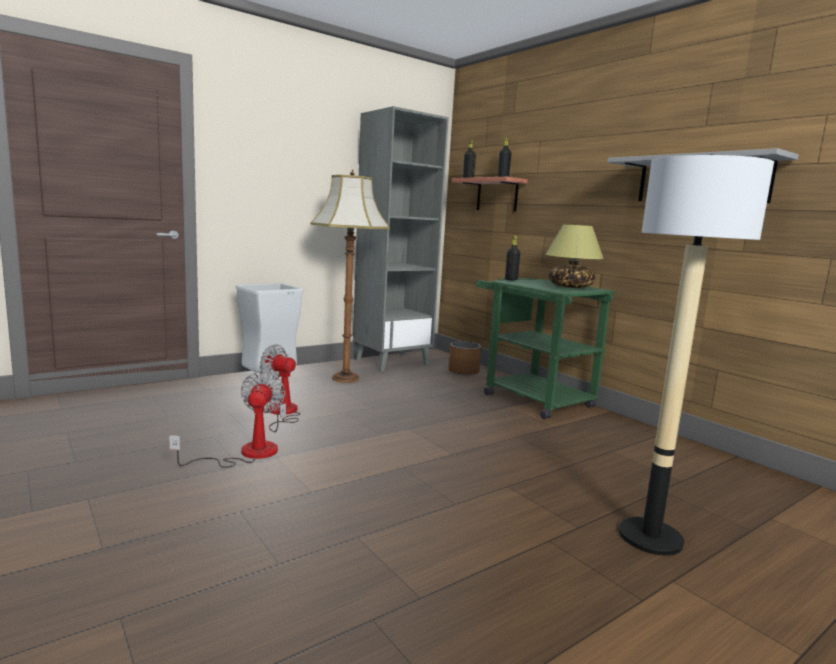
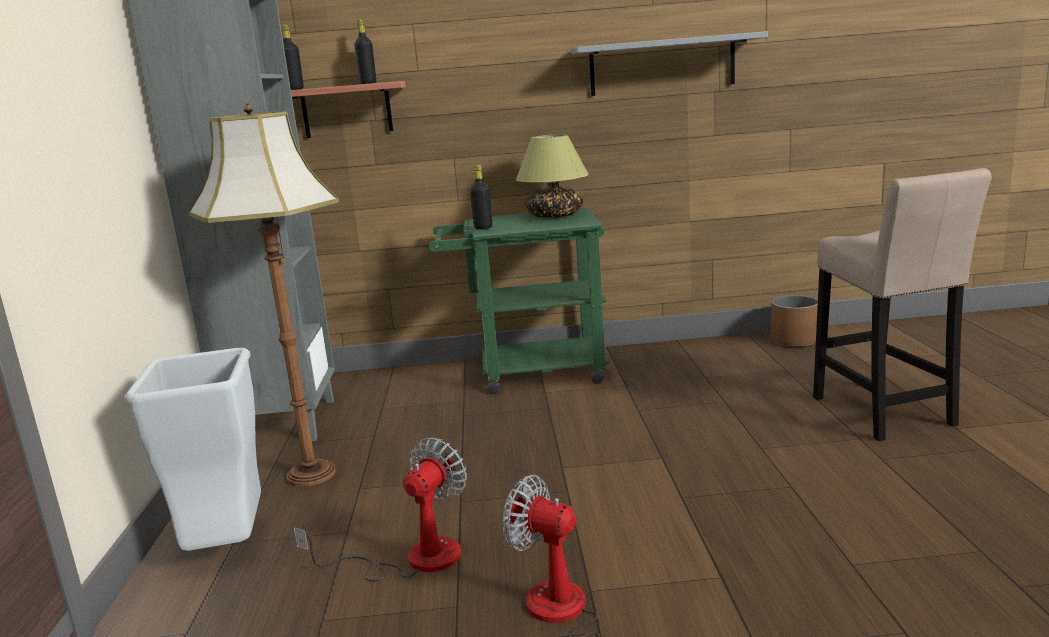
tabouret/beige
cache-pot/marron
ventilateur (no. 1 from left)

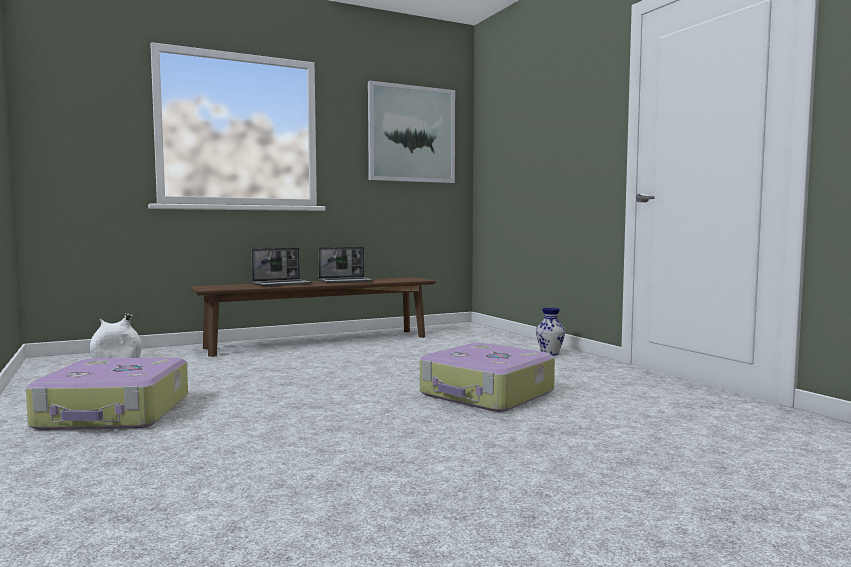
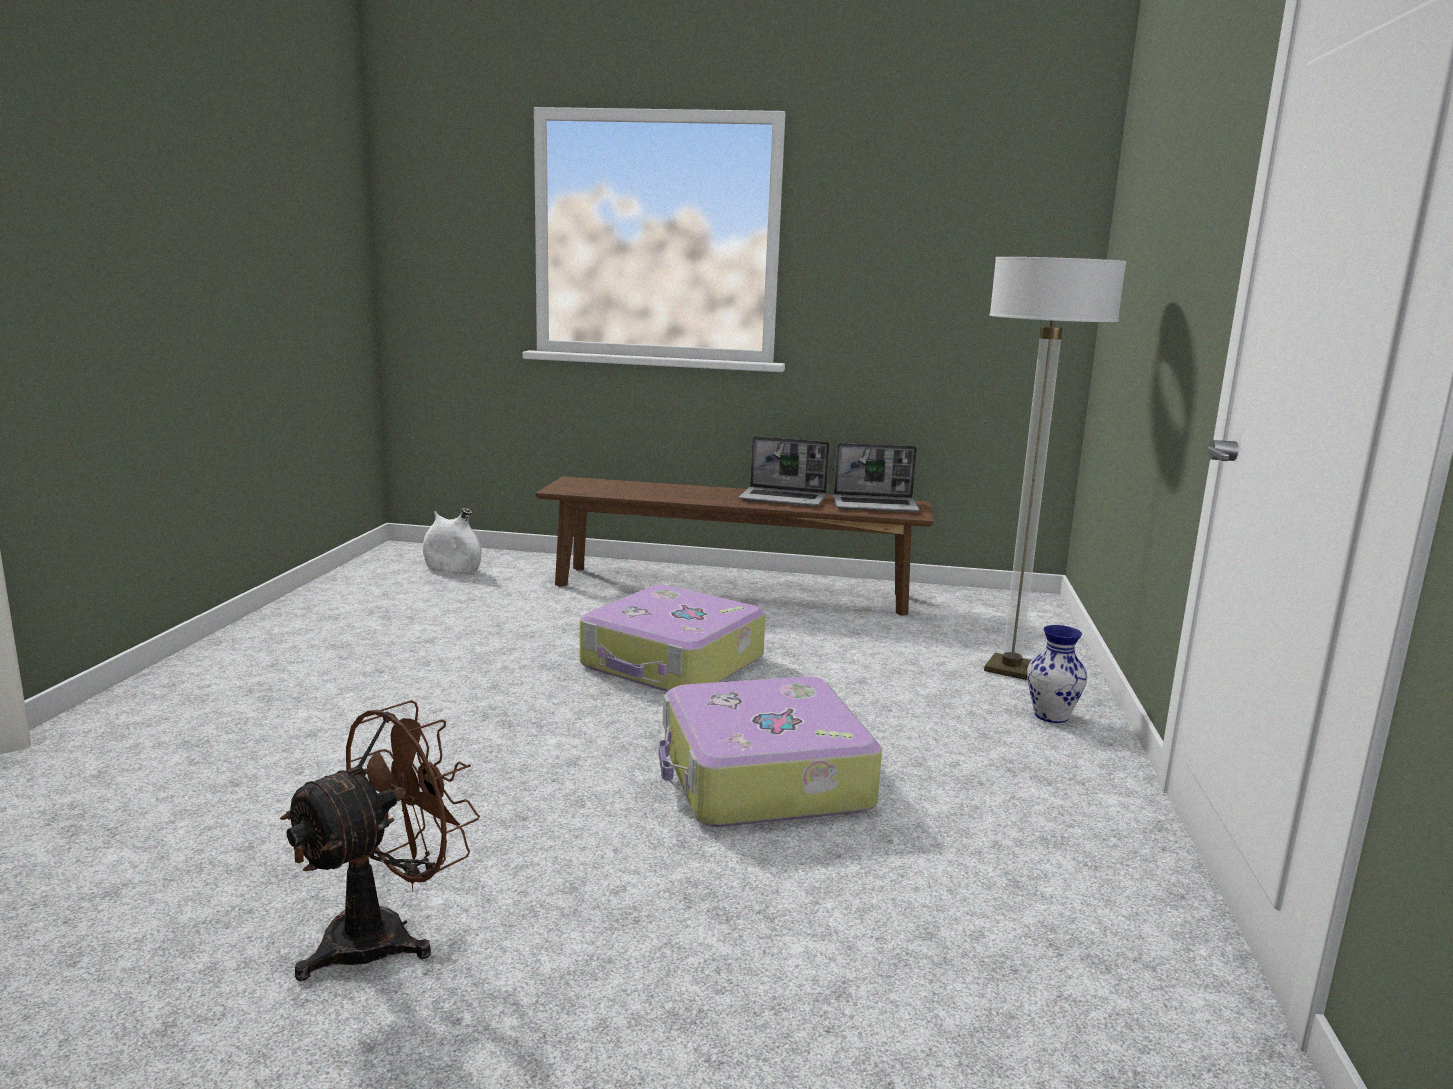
tableau
ordinateur portable (no. 2 from left)
valise (no. 1 from left)
lampadaire
ventilateur/marron

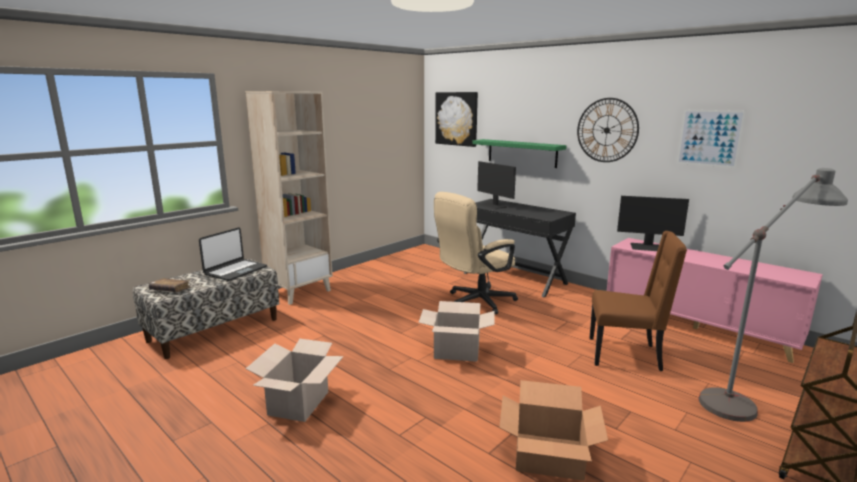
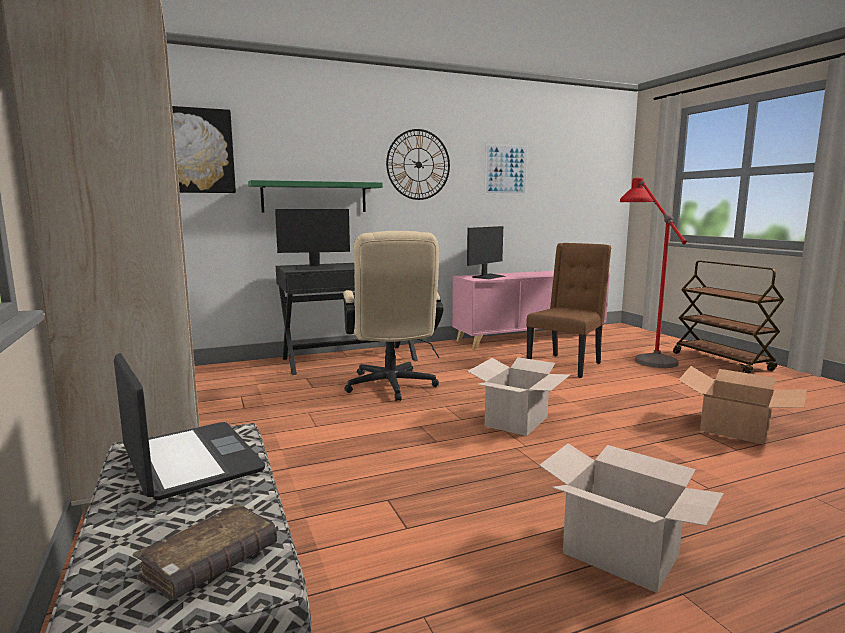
lampadaire/rouge

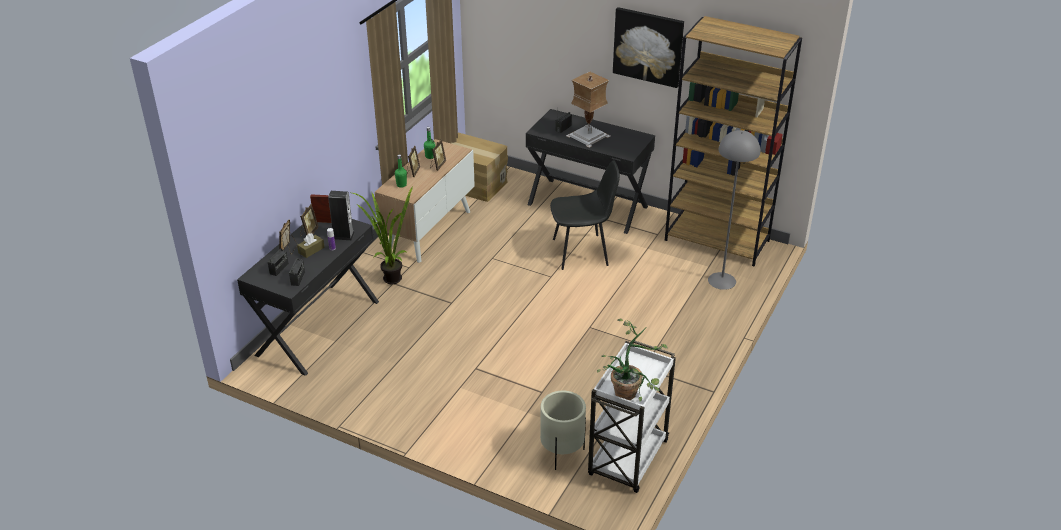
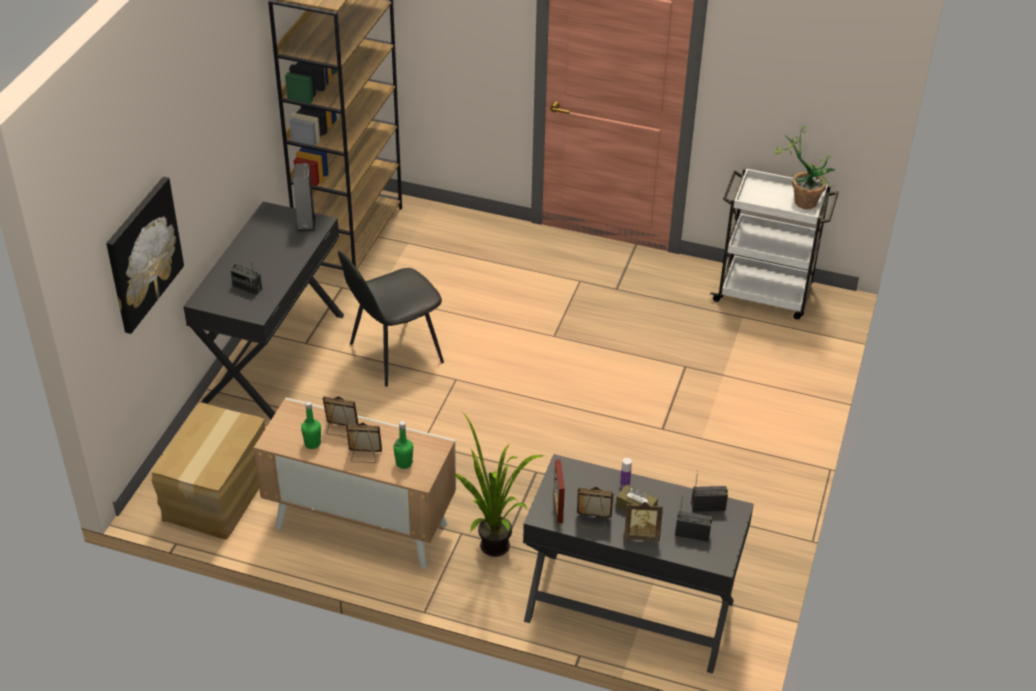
tableau
lampe de table
lampadaire/gris
chaise/noir
enceinte
cache-pot/beige

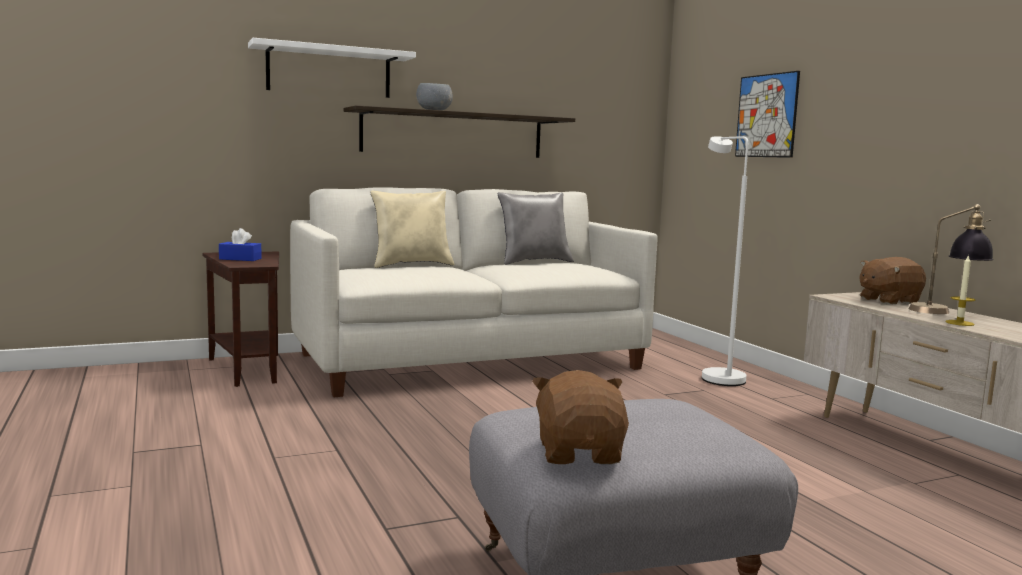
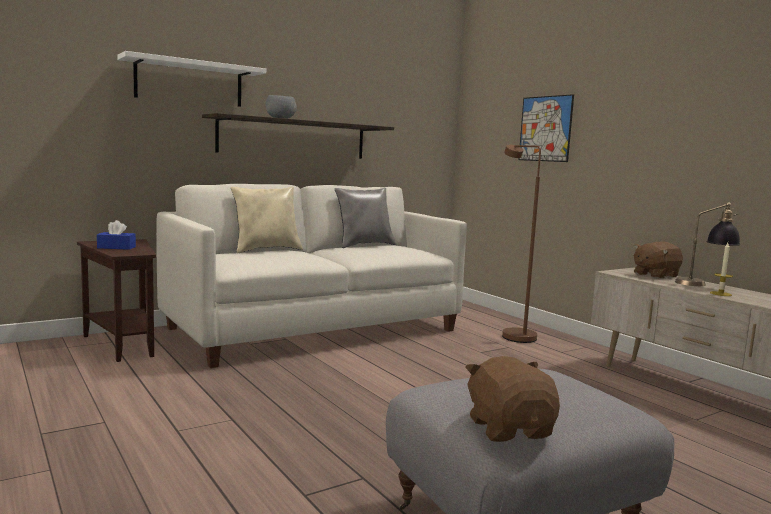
lampadaire/marron

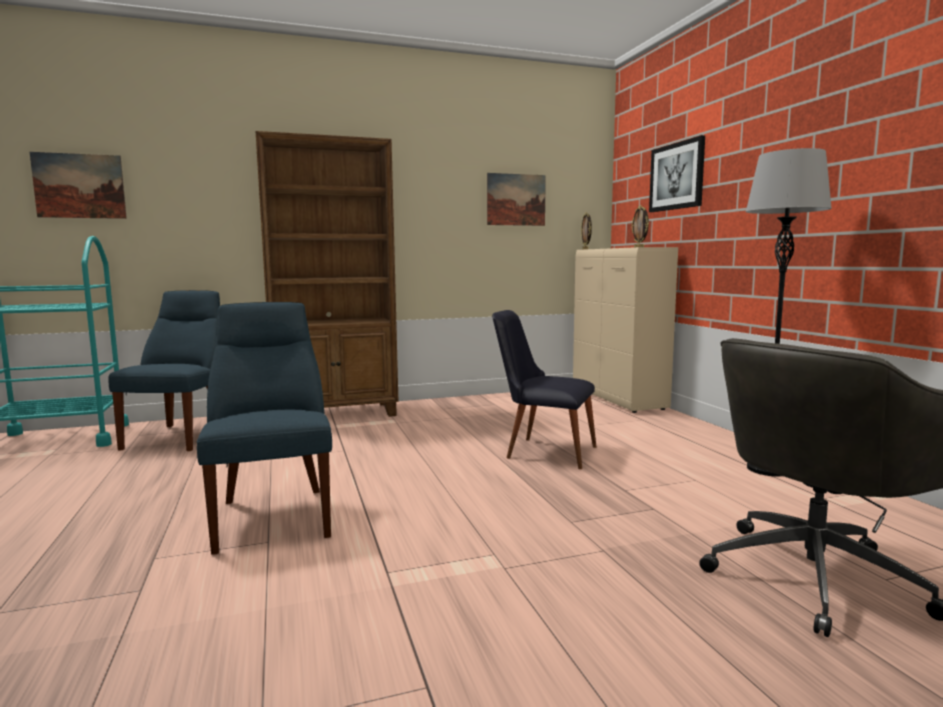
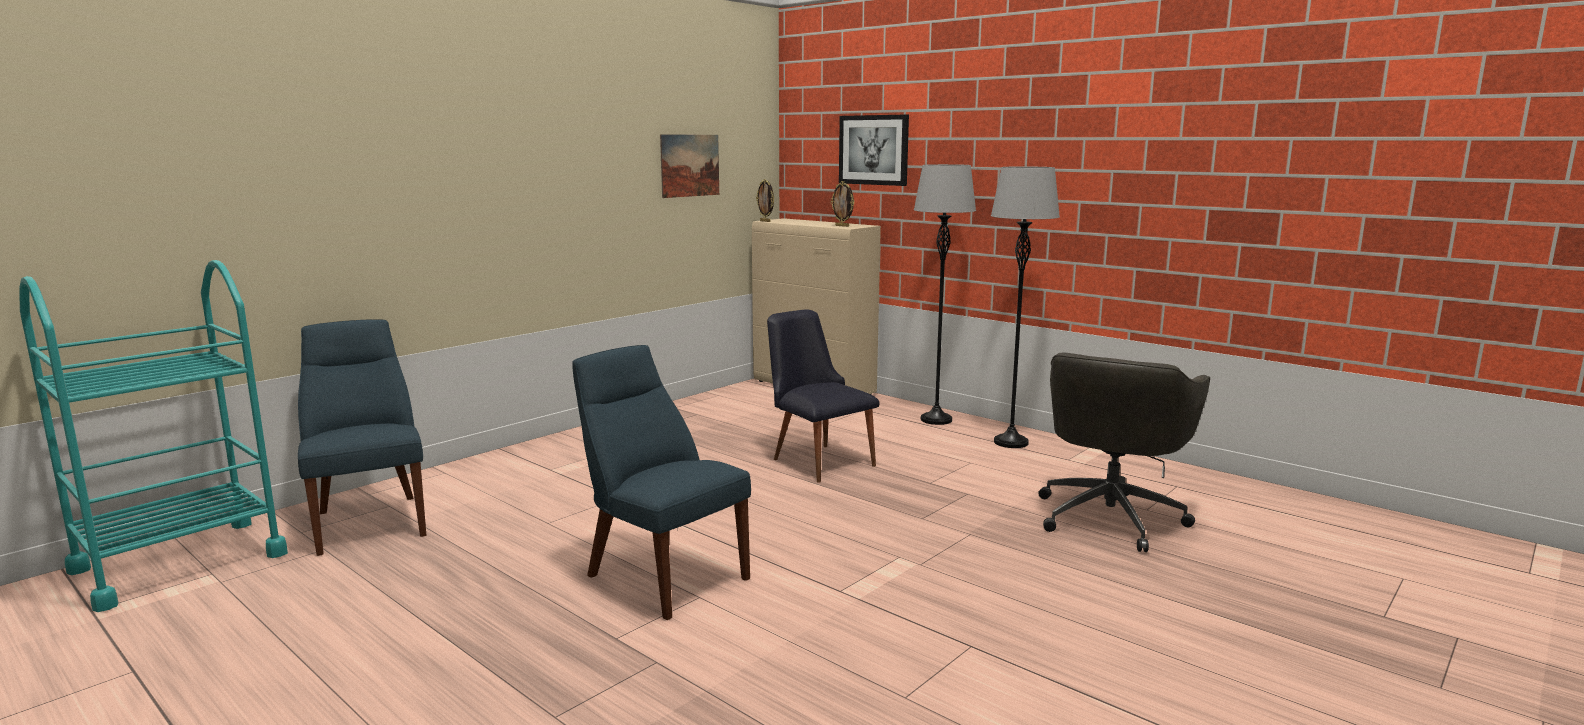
bibliothèque/marron
tableau (no. 1 from left in the first image)
chaise/noir
lampadaire/gris (no. 1 from left)

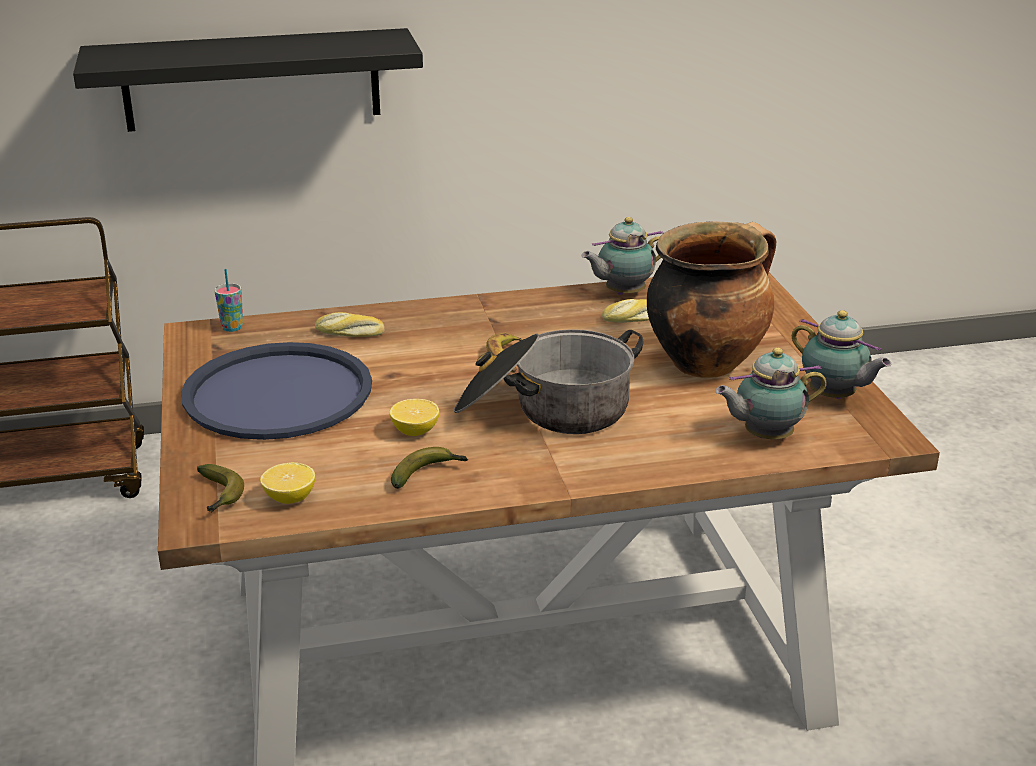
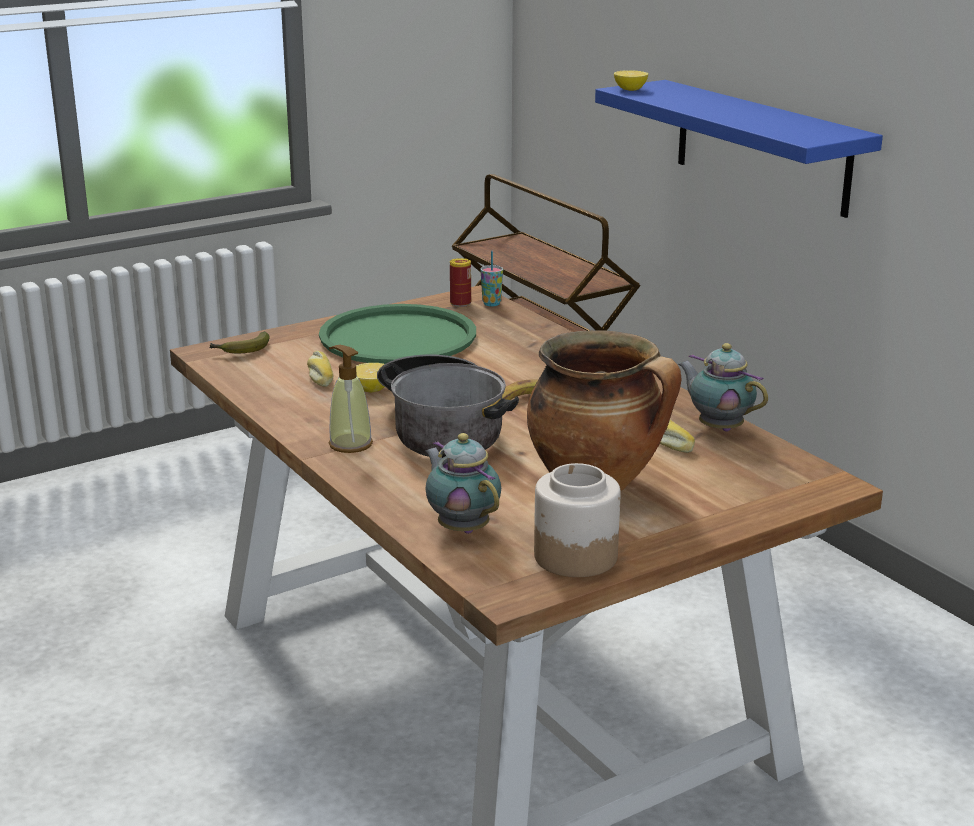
étagère/bleu
bocal
pain (no. 1 from left)
plateau/vert
banane (no. 2 from left in the first image)
citron (no. 2 from left)
boîte métallique
distributeur de savon

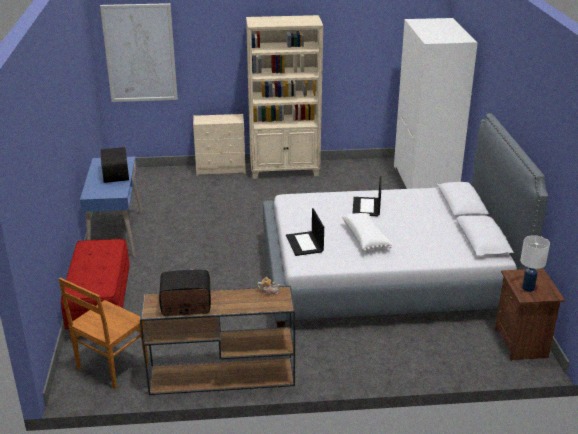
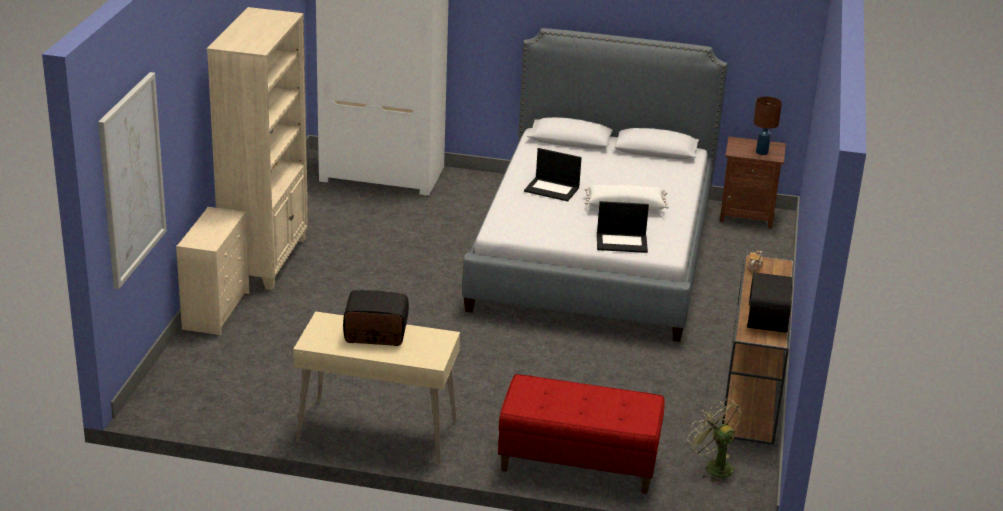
bureau/beige
lampe de table/marron
ventilateur/vert

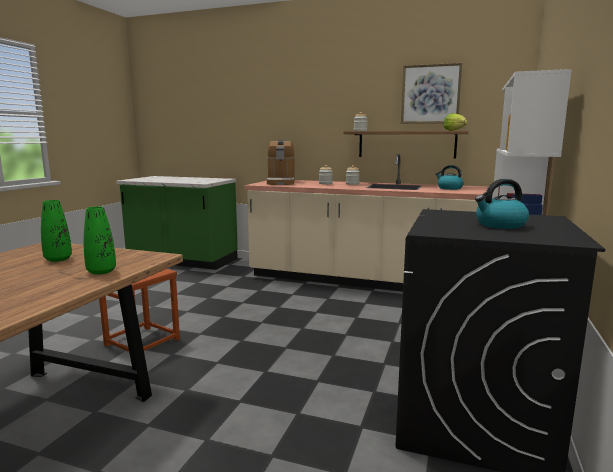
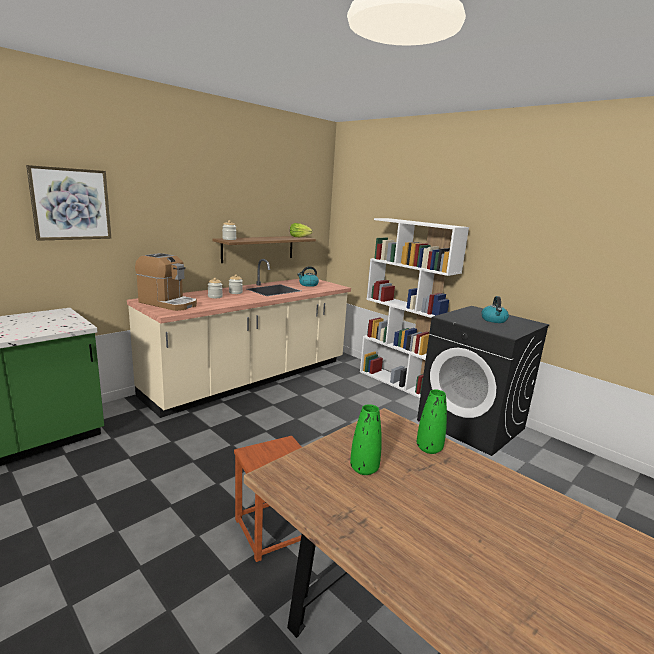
tableau

